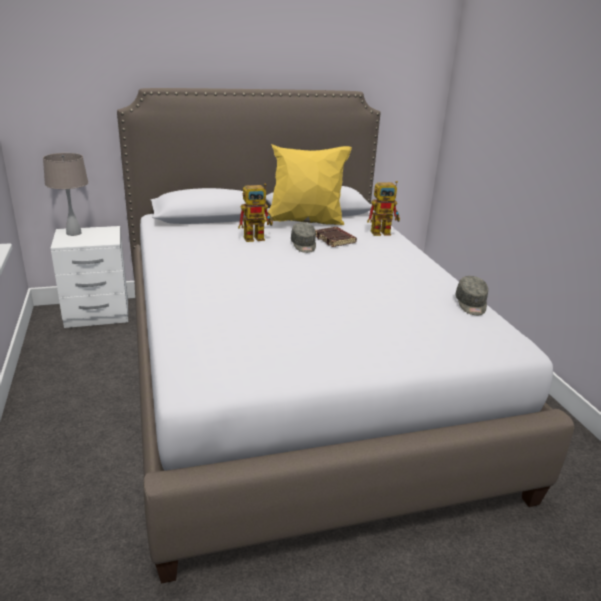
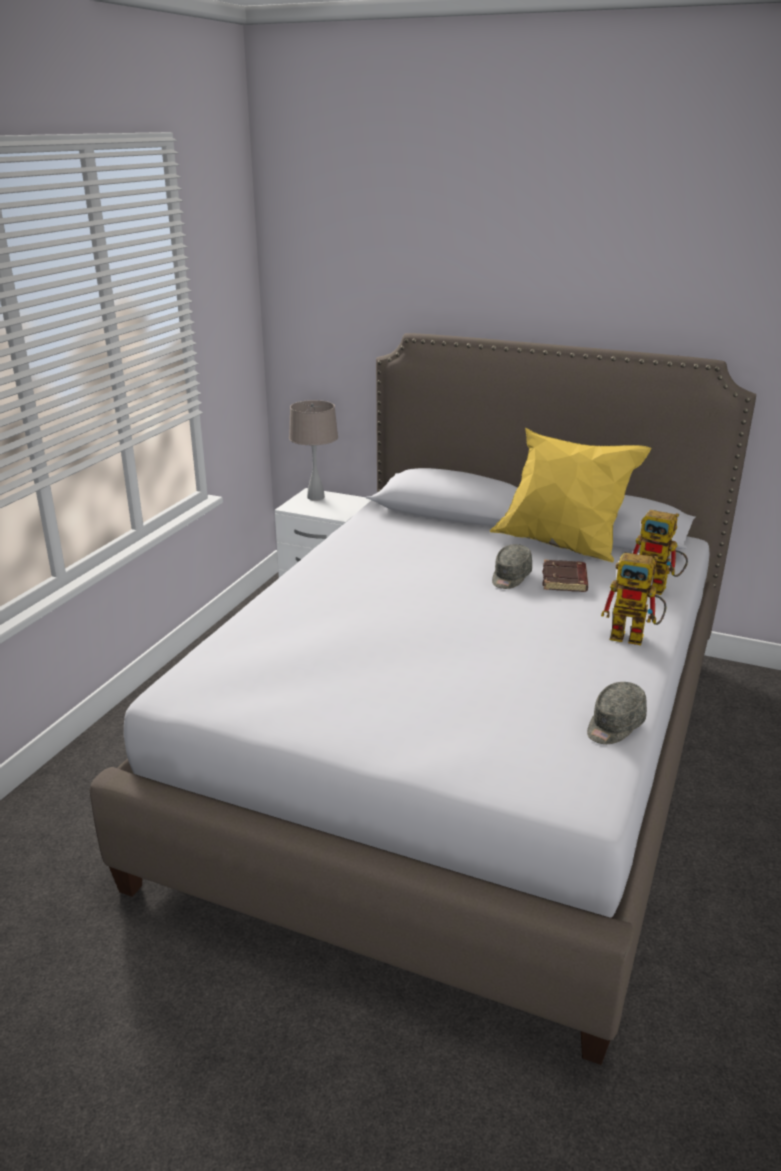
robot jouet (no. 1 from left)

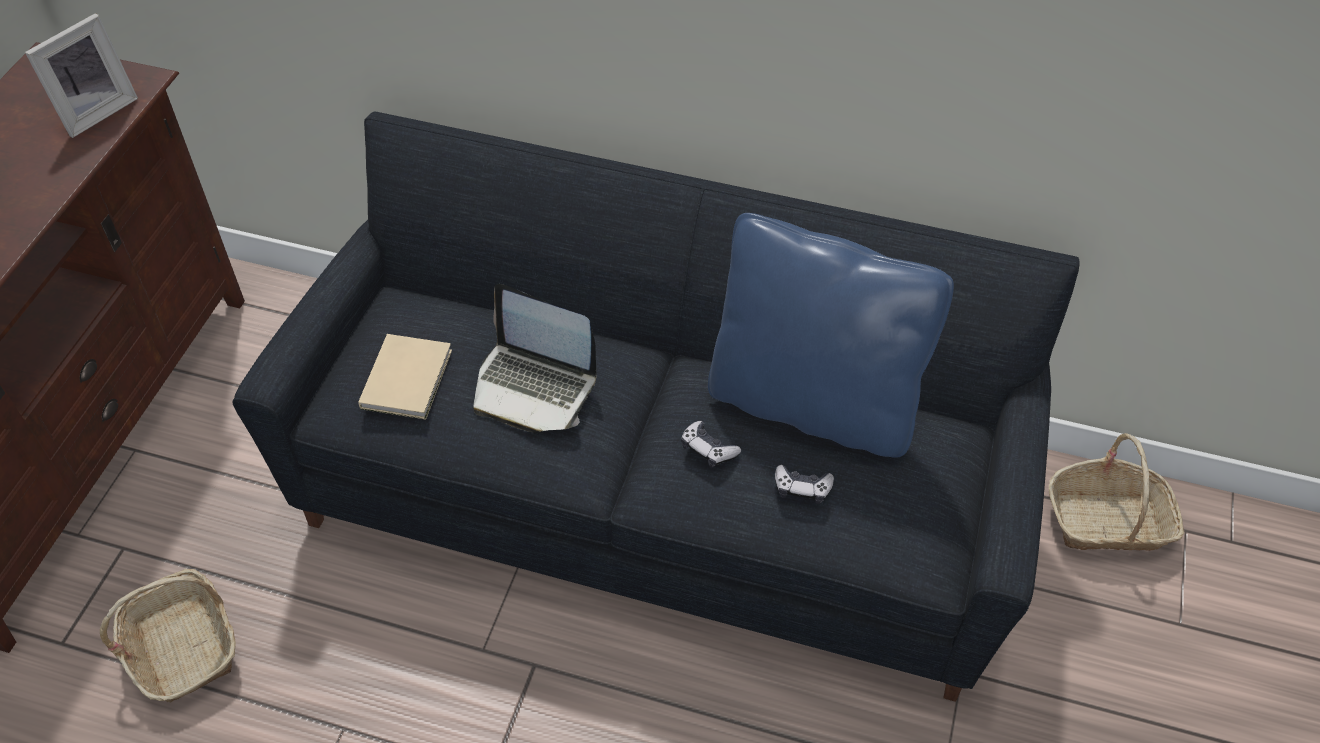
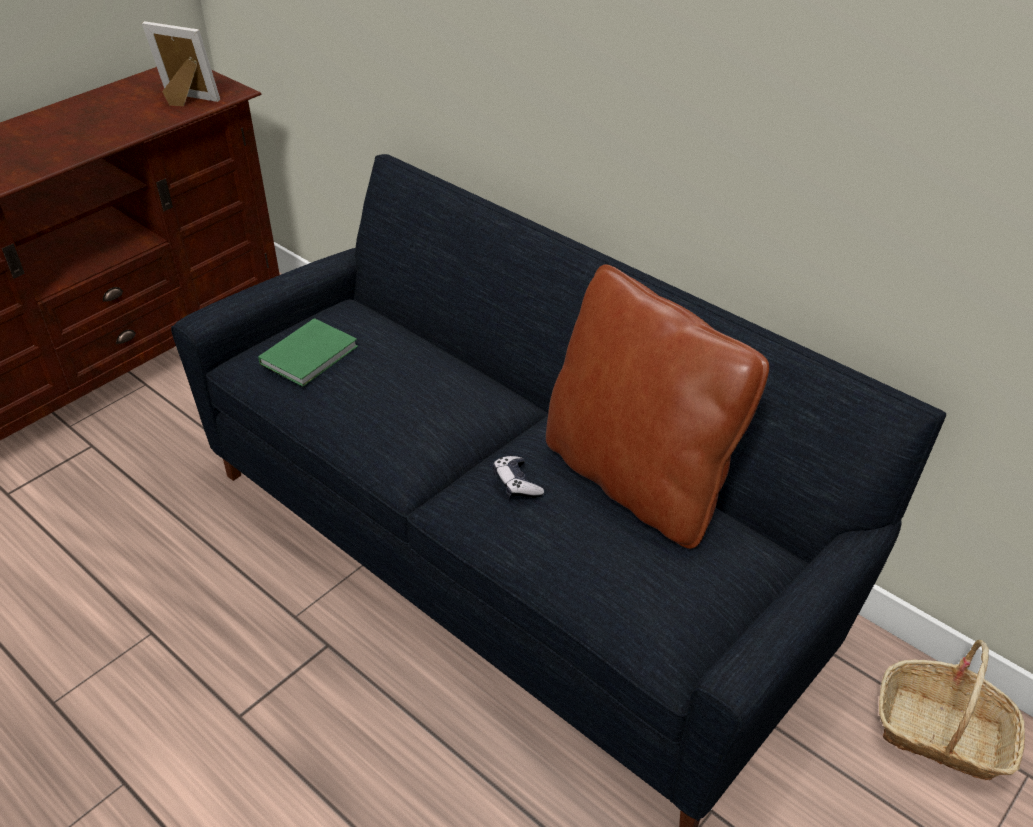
cadre photo
coussin/marron
ordinateur portable
livre/vert
manette (no. 2 from left in the first image)
panier (no. 1 from left in the first image)

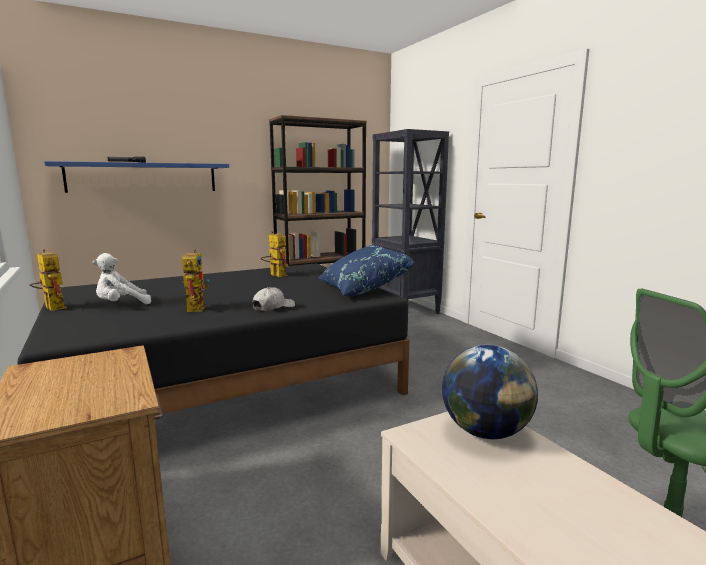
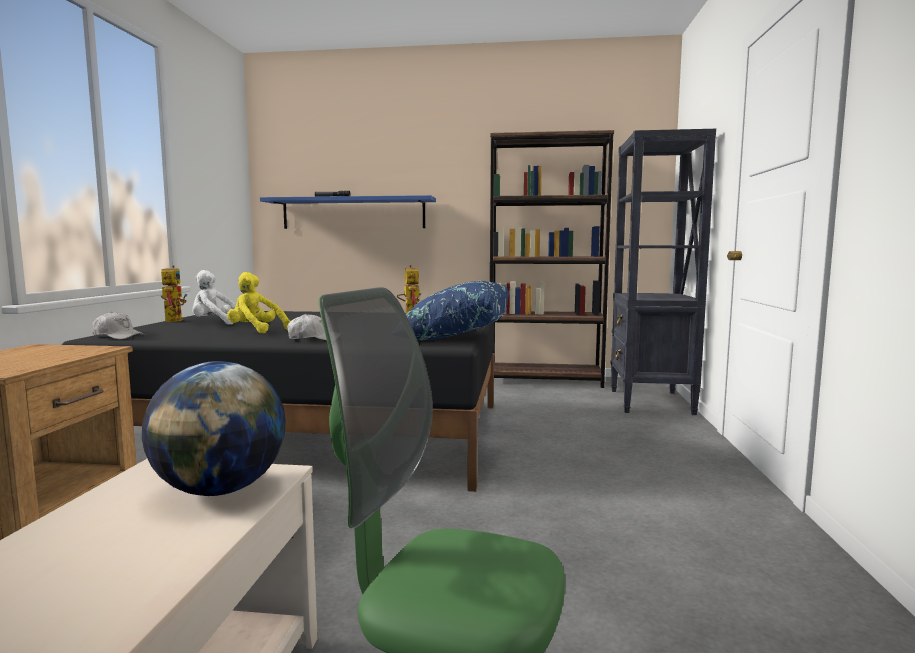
peluche/jaune
casquette/blanc (no. 1 from left)

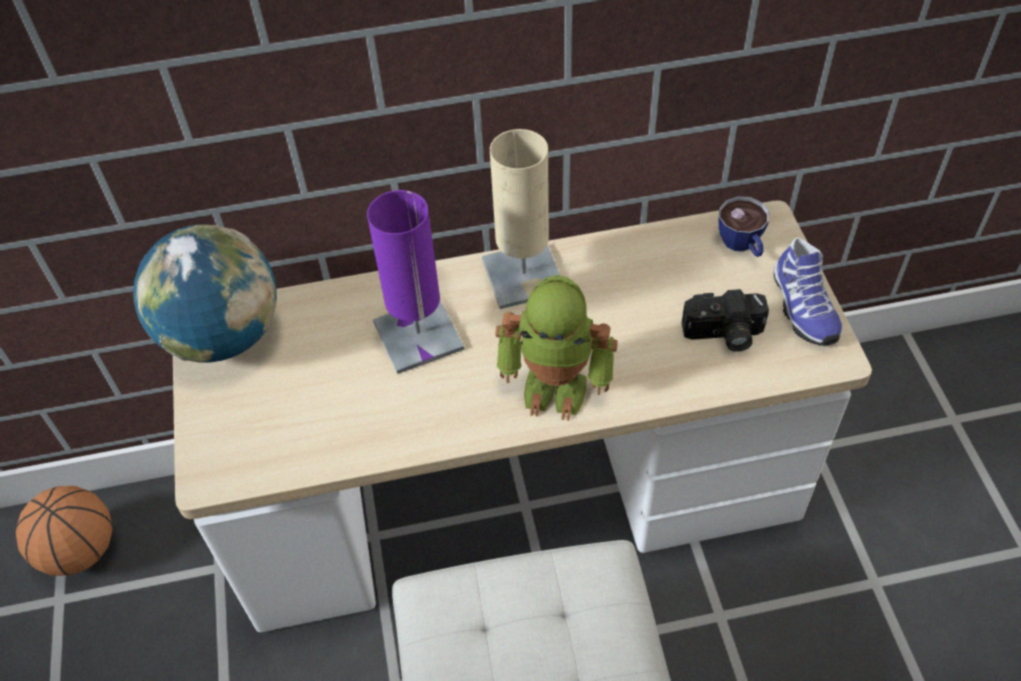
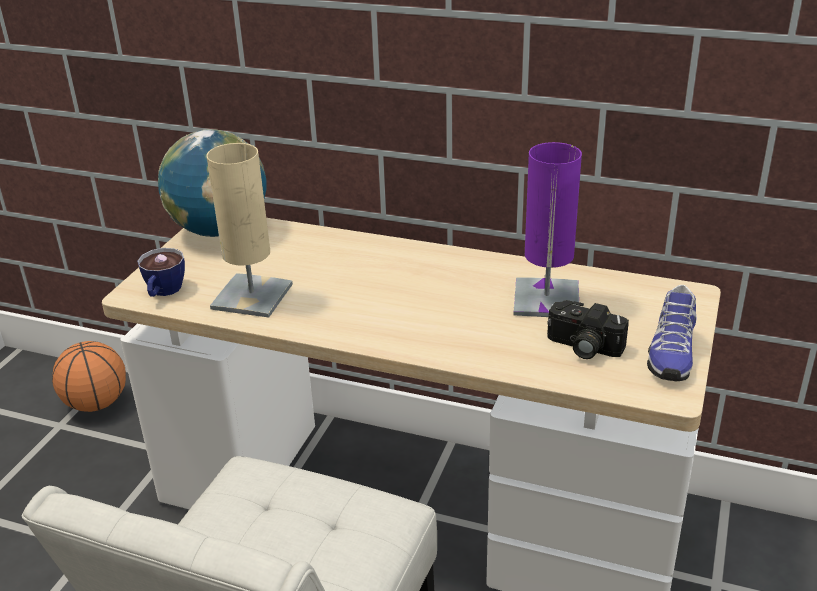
lampe de table/beige
lampe de table/violet
tasse
robot jouet

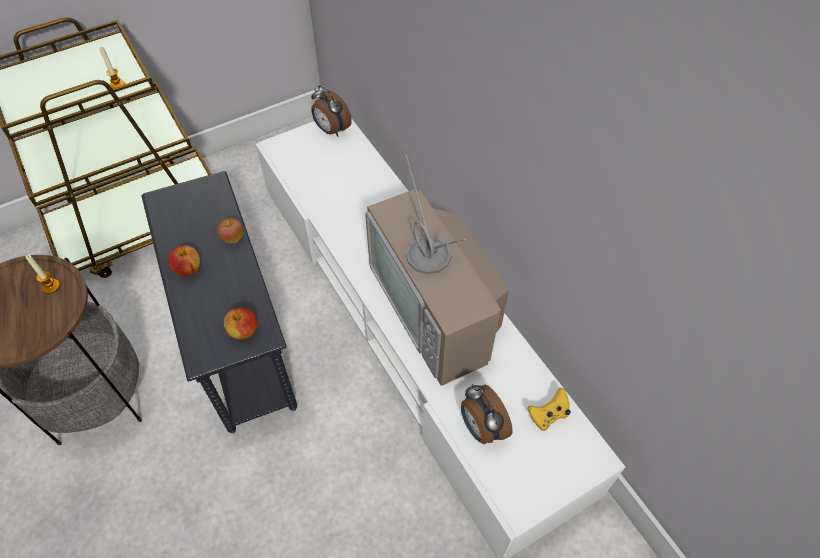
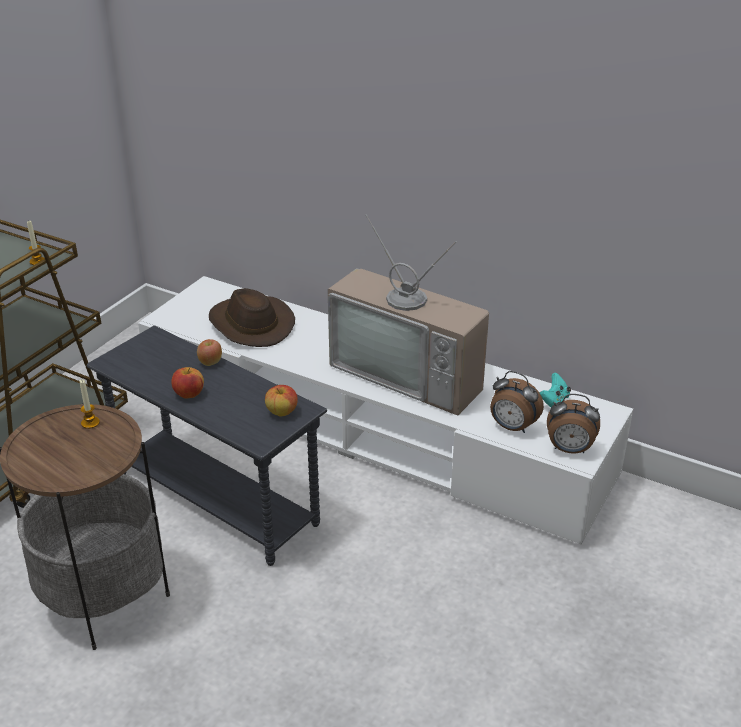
réveil (no. 2 from left)
manette/turquoise
chapeau/marron

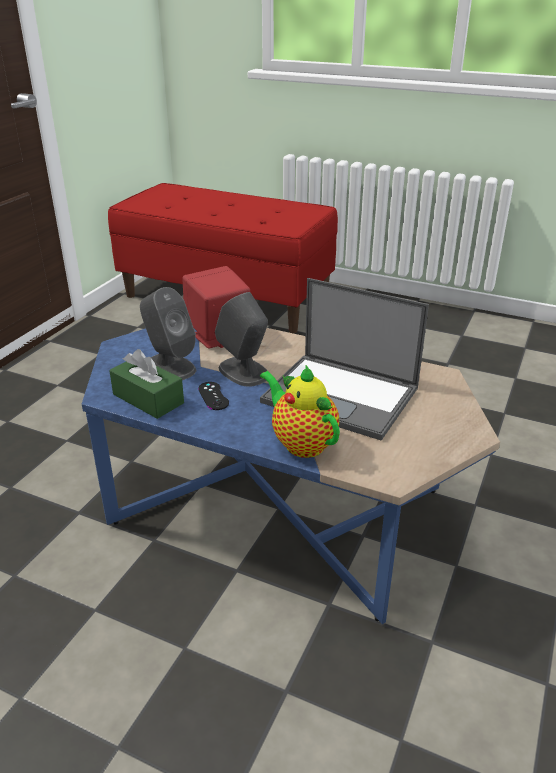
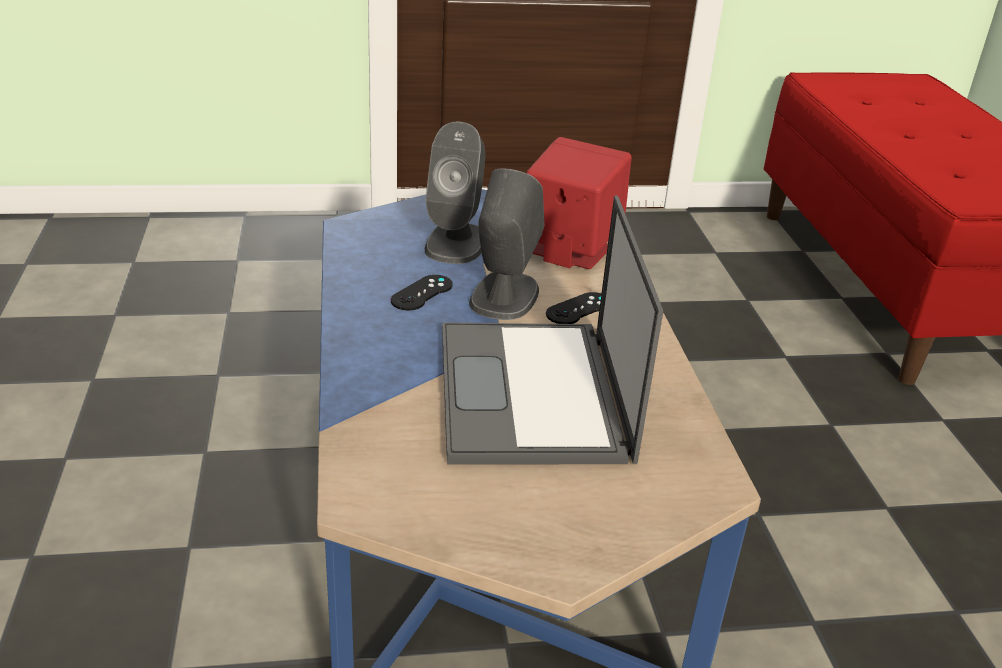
boîte à mouchoirs/vert
théière
manette/noir (no. 2 from left)

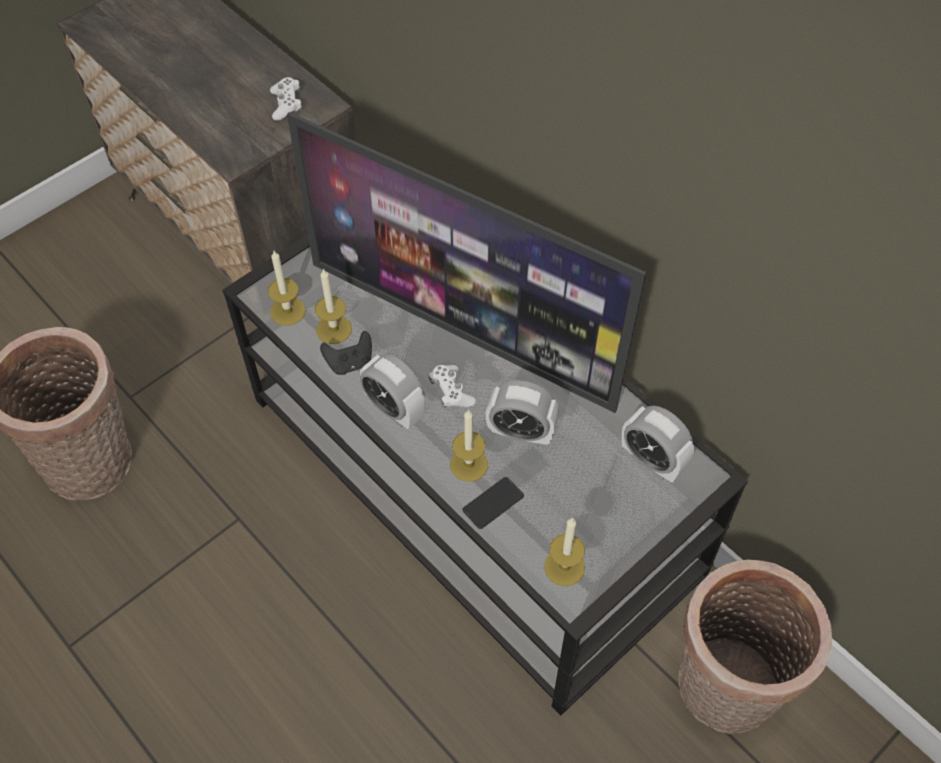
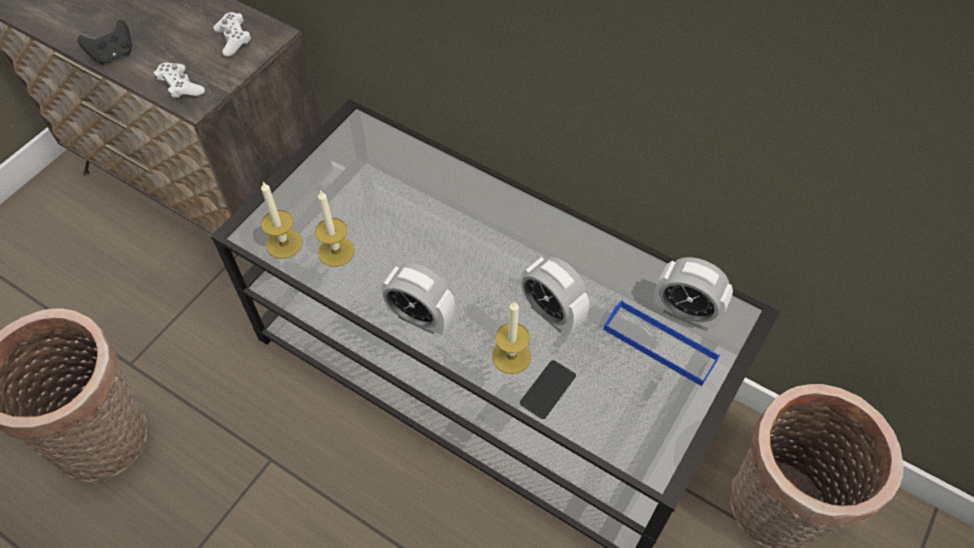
téléviseur
manette/noir
manette/blanc (no. 1 from left)
réveil (no. 2 from left)
bougie (no. 4 from left in the first image)
plateau/bleu

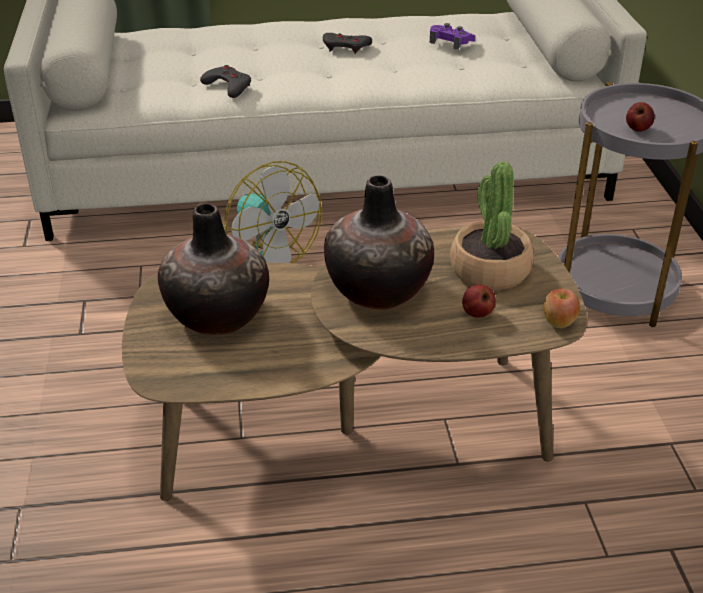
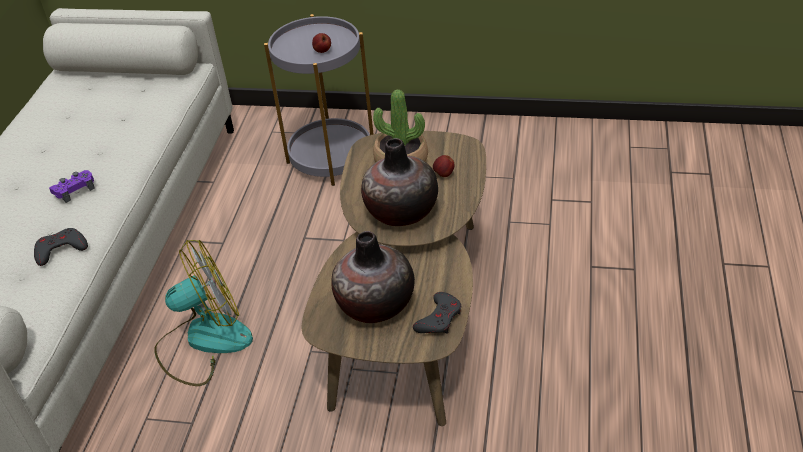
manette/violet
manette/gris (no. 2 from left)
pomme (no. 2 from left in the first image)

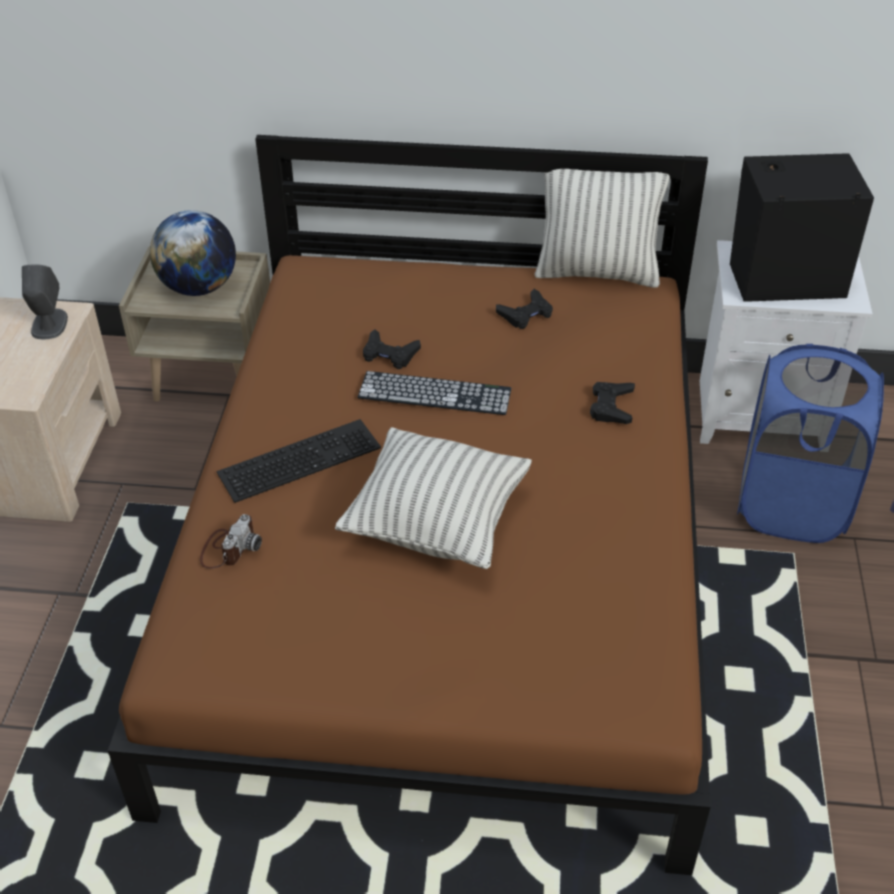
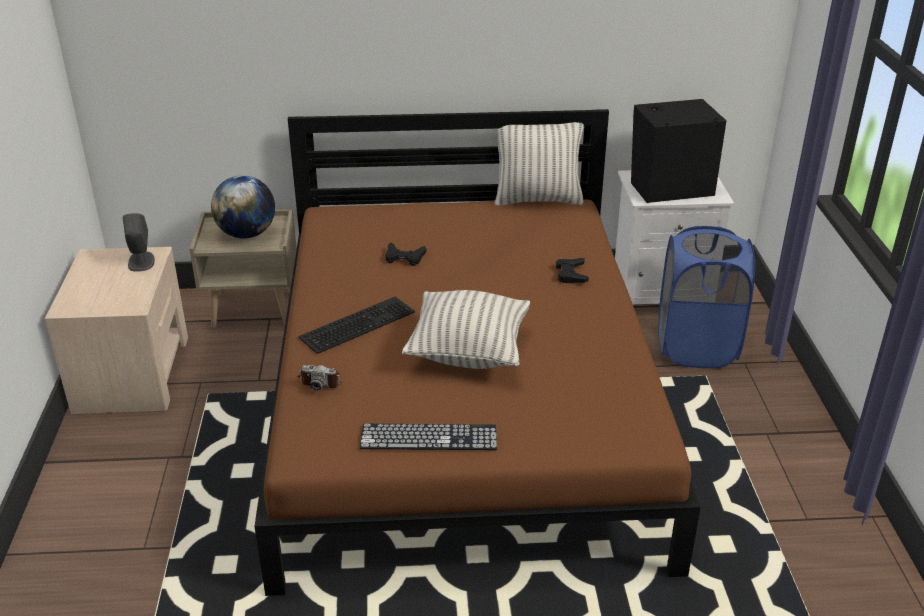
manette/noir (no. 2 from left in the first image)
clavier (no. 2 from left)
appareil photo

